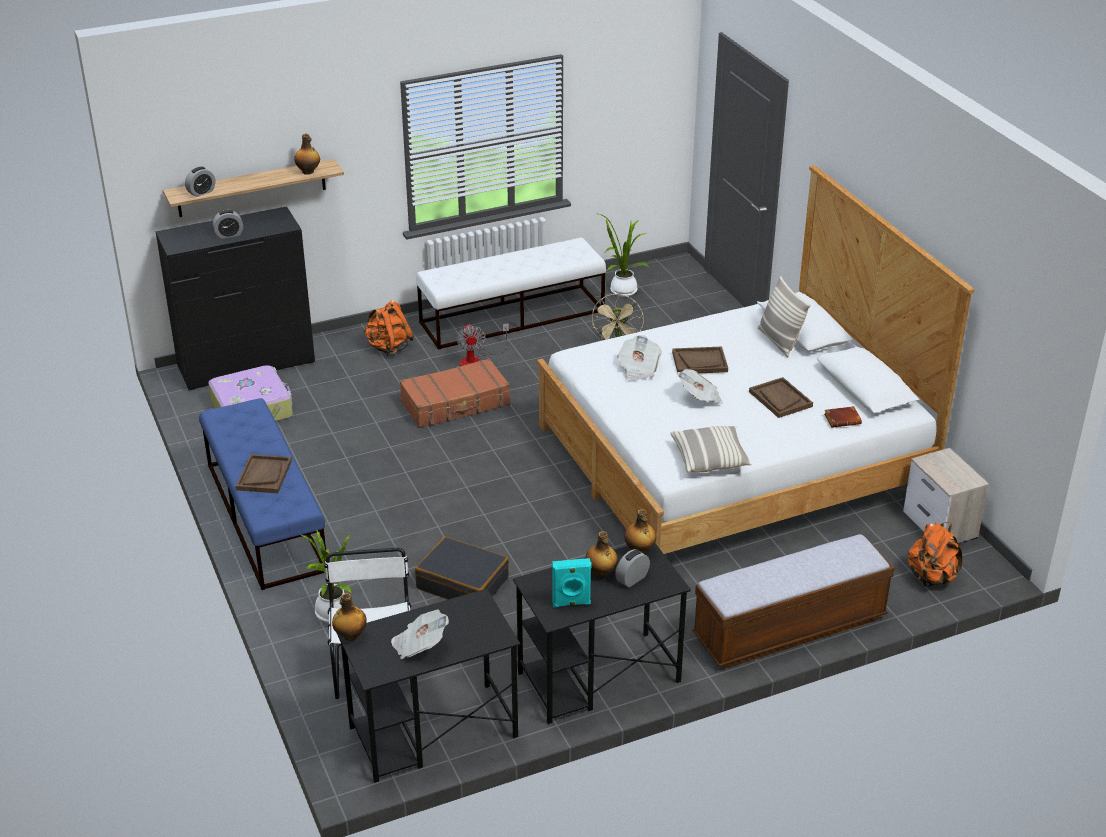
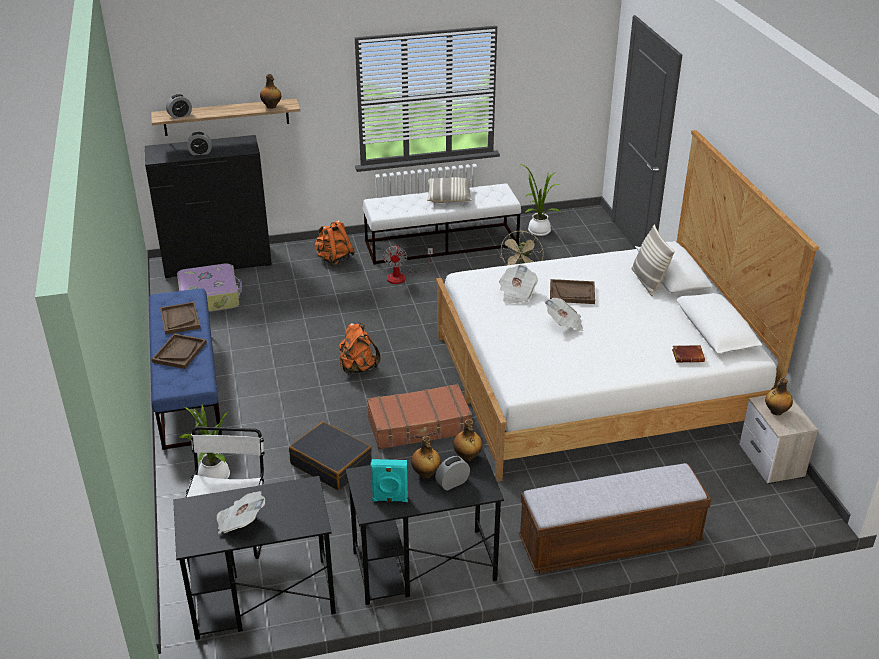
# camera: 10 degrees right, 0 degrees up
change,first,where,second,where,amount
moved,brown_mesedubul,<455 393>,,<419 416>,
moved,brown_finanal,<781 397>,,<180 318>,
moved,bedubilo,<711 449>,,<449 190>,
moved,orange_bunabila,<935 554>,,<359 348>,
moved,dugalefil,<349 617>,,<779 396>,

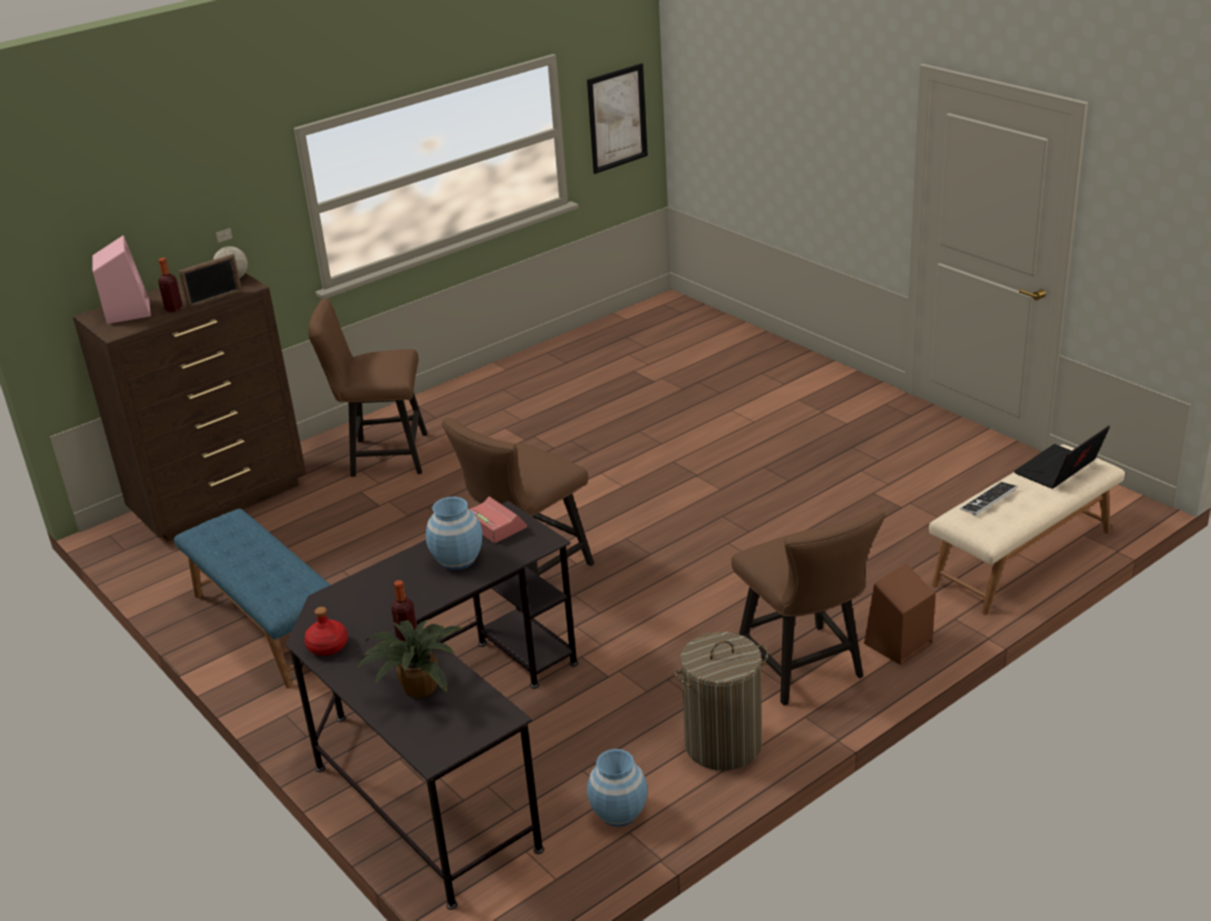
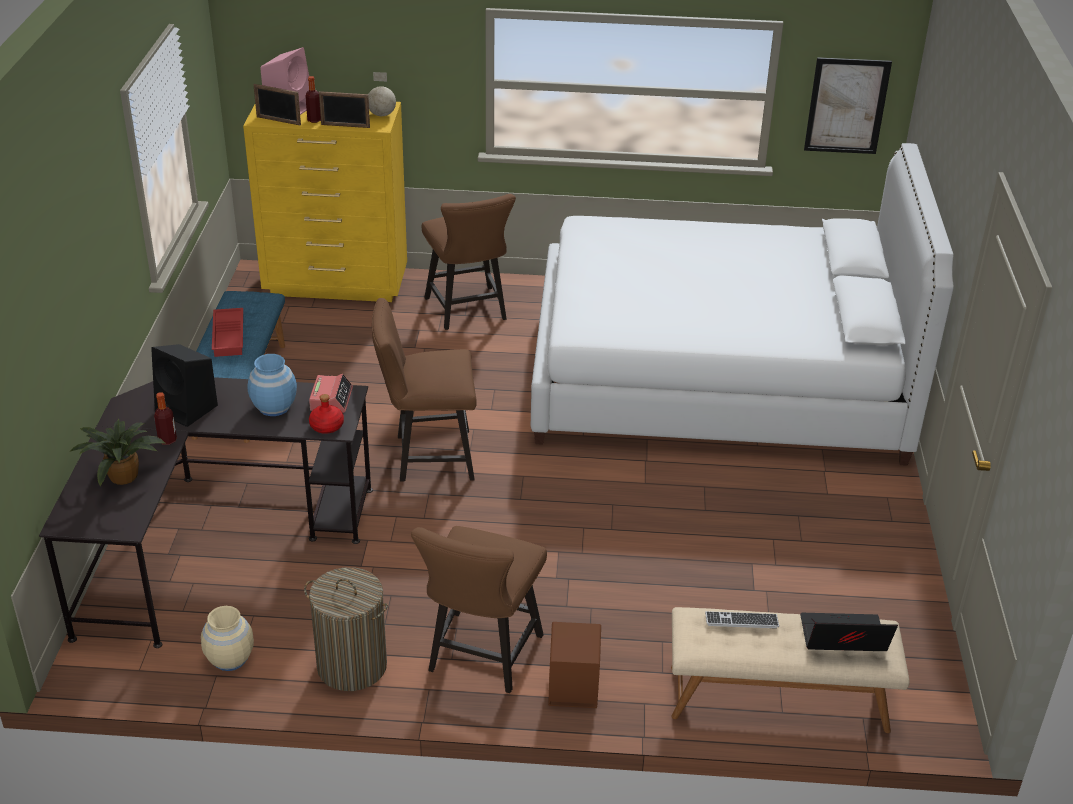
# camera: 40 degrees right, 5 degrees up
change,first,where,second,where,amount
recoloured,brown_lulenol,<189 407>,yellow_lulenol,<325 202>,
turned,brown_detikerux,<368 388>,,<469 262>,150 degrees counterclockwise
moved,red_dugalefil,<326 631>,,<326 414>,
recoloured,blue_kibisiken,<617 788>,beige_kibisiken,<227 638>,
added,,,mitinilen,<277 104>,
added,,,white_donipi,<742 304>,
added,,,red_finanal,<227 332>,
added,,,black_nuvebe,<184 385>,

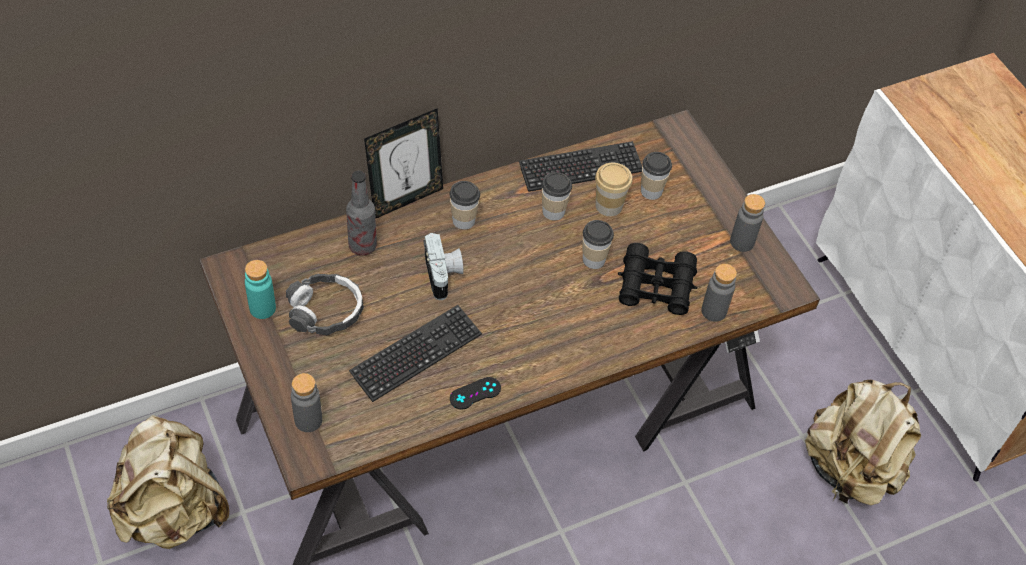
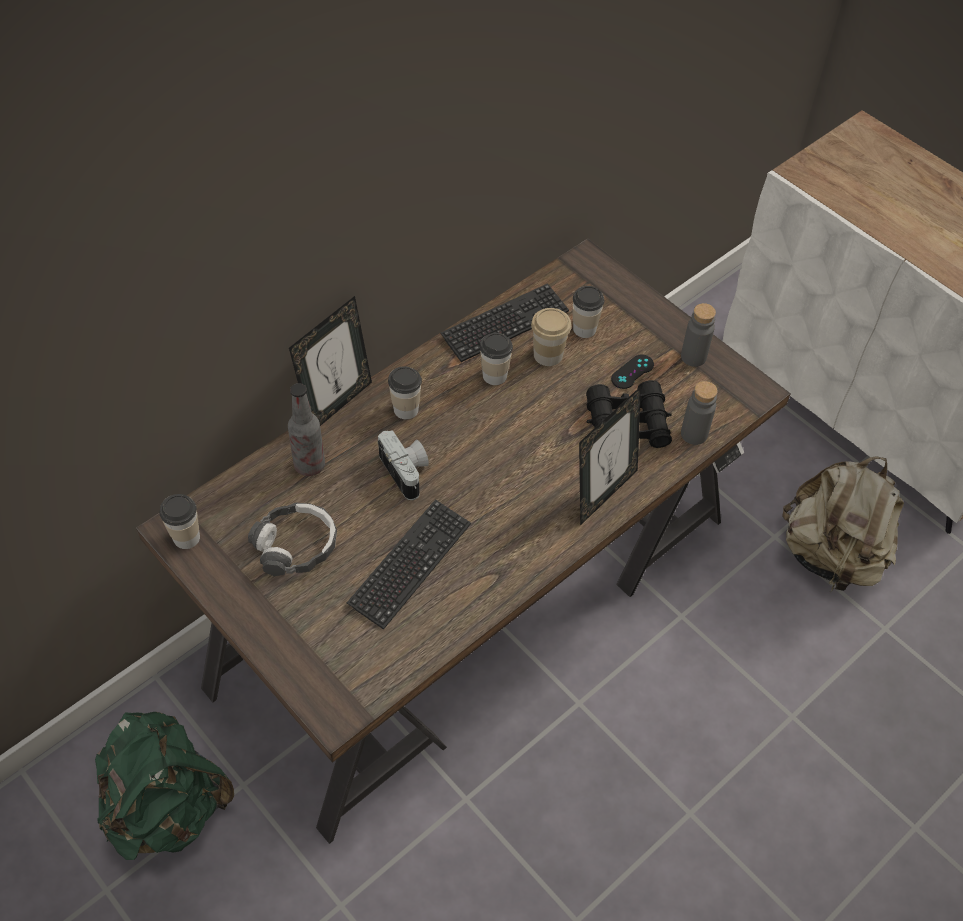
# camera: 15 degrees left, 0 degrees up
change,first,where,second,where,amount
moved,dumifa,<598 244>,,<180 521>,
removed,turquoise_dugalefil,<260 289>,,,
removed,grey_dugalefil,<306 402>,,,
moved,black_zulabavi,<475 393>,,<632 372>,
recoloured,beige_bunabila,<168 482>,green_bunabila,<164 786>,
added,,,mitinilen,<610 455>,

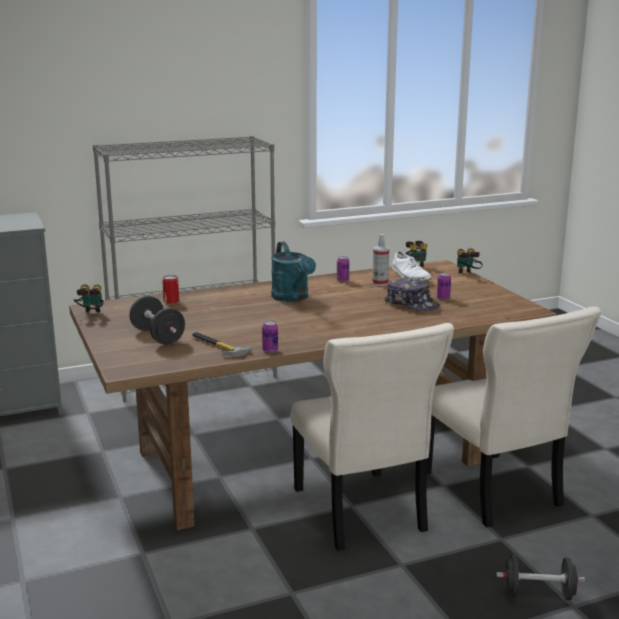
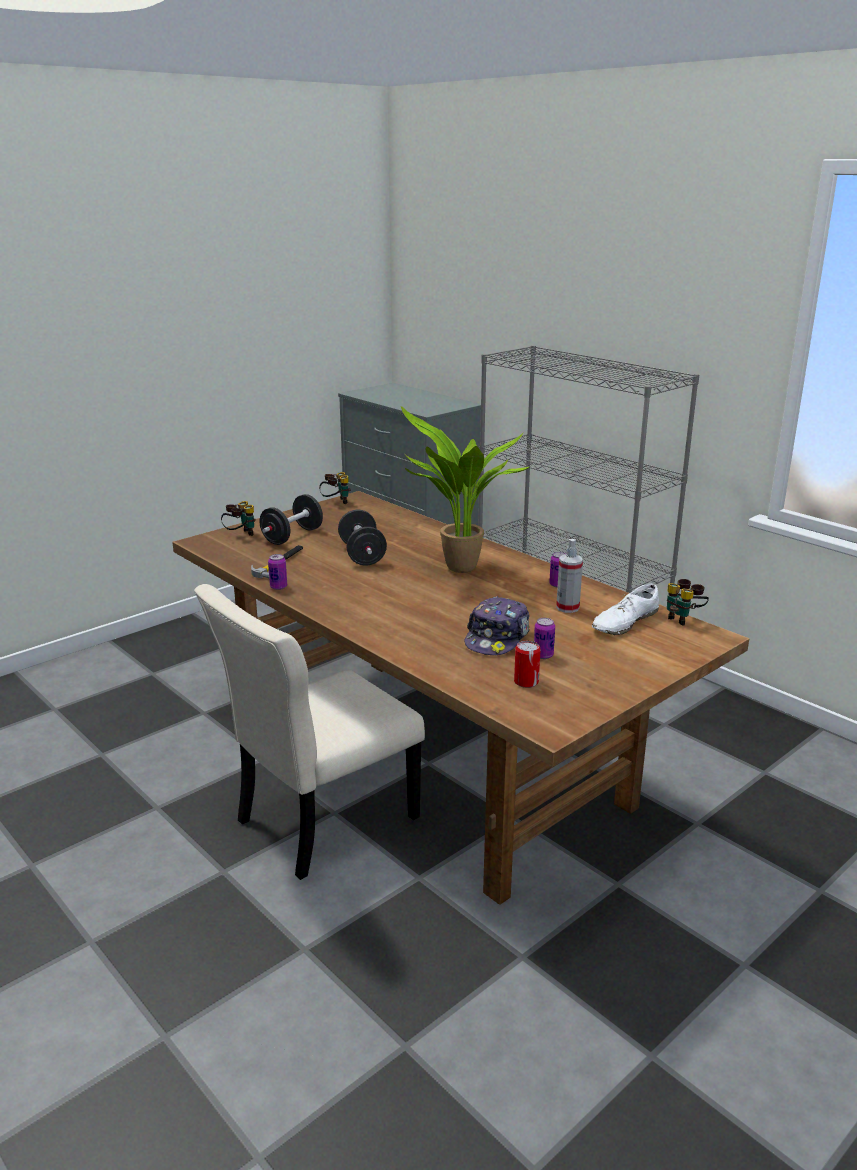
# camera: 70 degrees right, 5 degrees up
change,first,where,second,where,amount
replaced,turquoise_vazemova,<293 272>,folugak,<466 489>,
moved,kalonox,<470 261>,,<238 518>,
moved,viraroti,<170 289>,,<527 664>,
removed,beige_detikerux,<514 416>,,,
moved,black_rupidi,<541 577>,,<362 537>,

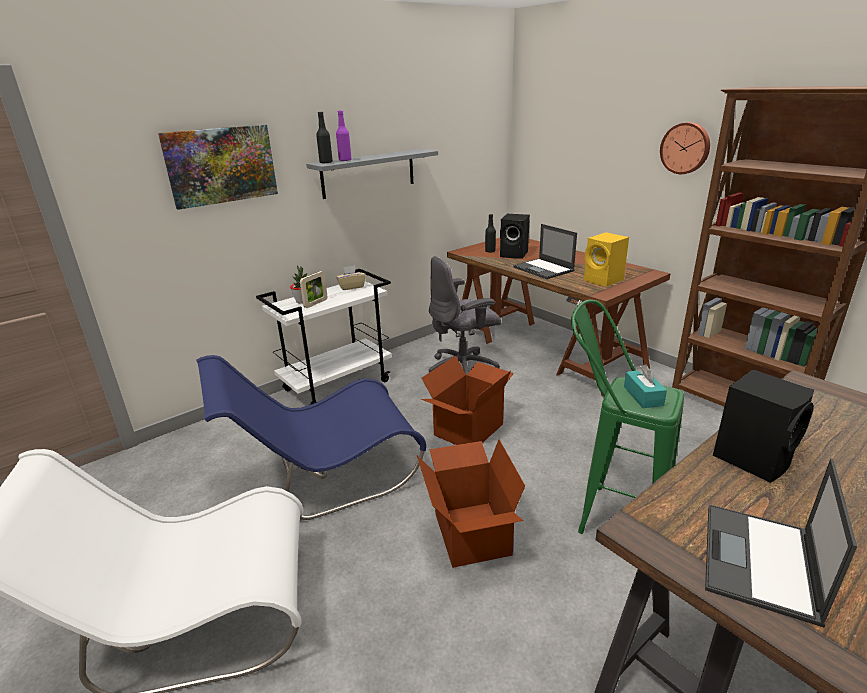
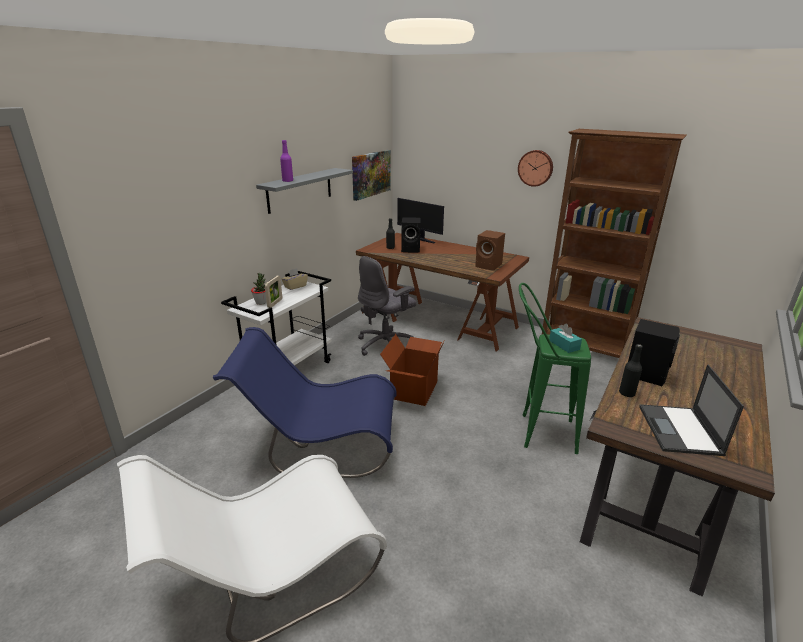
# camera: 20 degrees left, 0 degrees up
change,first,where,second,where,amount
moved,black_dugalefil,<324 137>,,<631 370>,
moved,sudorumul,<218 167>,,<371 175>,
removed,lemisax,<545 251>,,,
recoloured,yellow_nuvebe,<606 259>,brown_nuvebe,<490 250>,
turned,blue_detikerux,<311 437>,,<305 402>,45 degrees clockwise
removed,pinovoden,<471 503>,,,
added,,,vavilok,<420 220>,

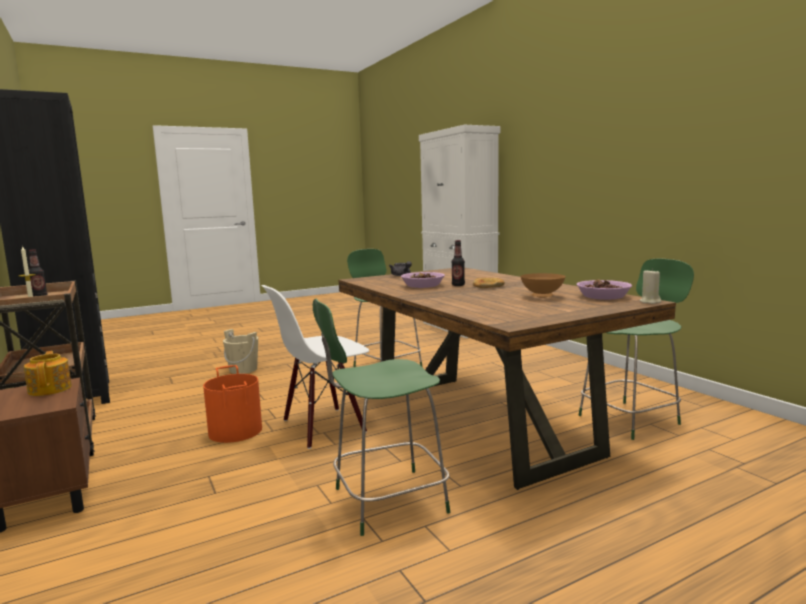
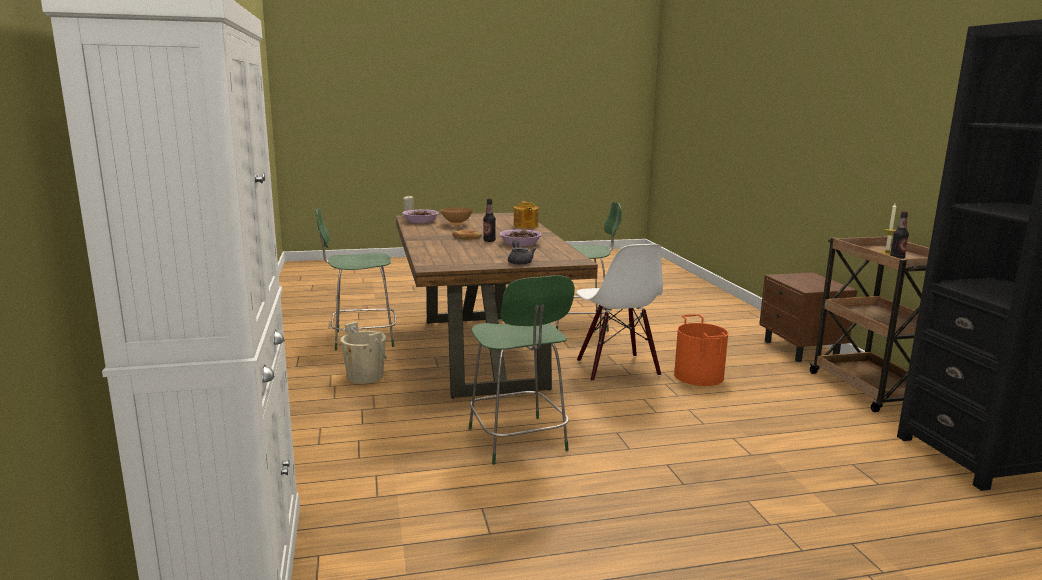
# camera: 165 degrees left, 5 degrees up
change,first,where,second,where,amount
turned,white_detikerux,<315 367>,,<619 313>,90 degrees clockwise
moved,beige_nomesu,<240 351>,,<363 353>,
moved,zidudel,<48 373>,,<526 214>,

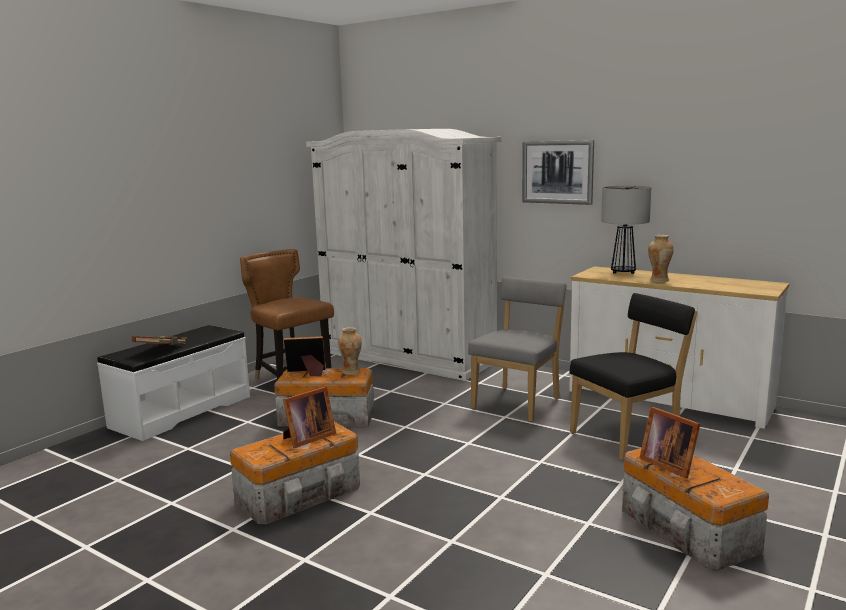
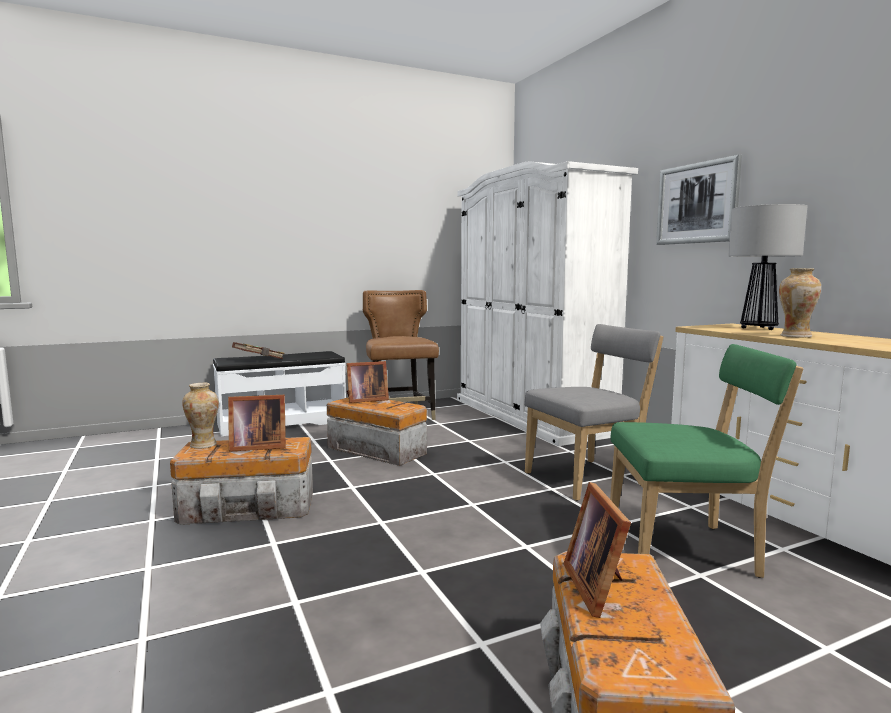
# camera: 30 degrees right, 5 degrees down
change,first,where,second,where,amount
recoloured,black_detikerux,<633 376>,green_detikerux,<706 461>,
moved,kibisiken,<350 351>,,<200 416>,
turned,mitinilen,<305 356>,,<368 382>,135 degrees clockwise

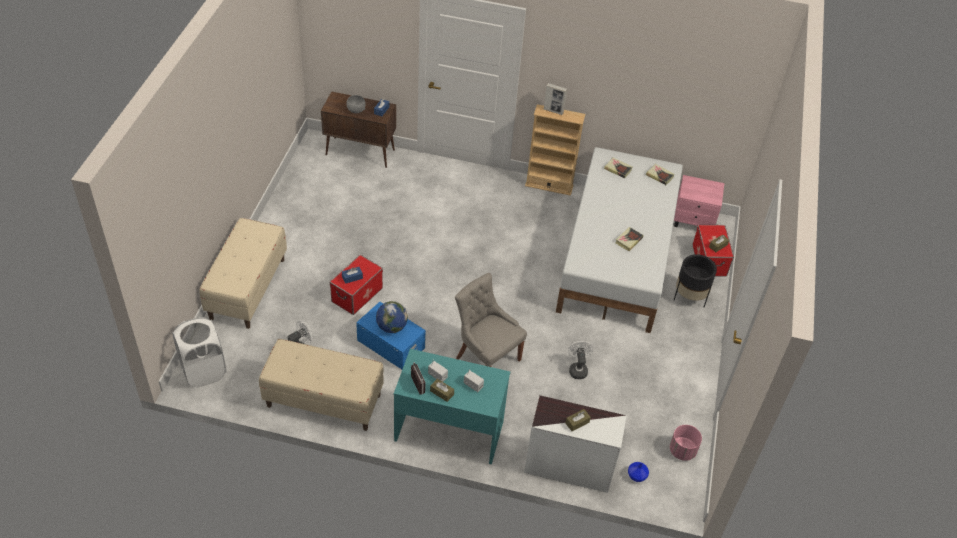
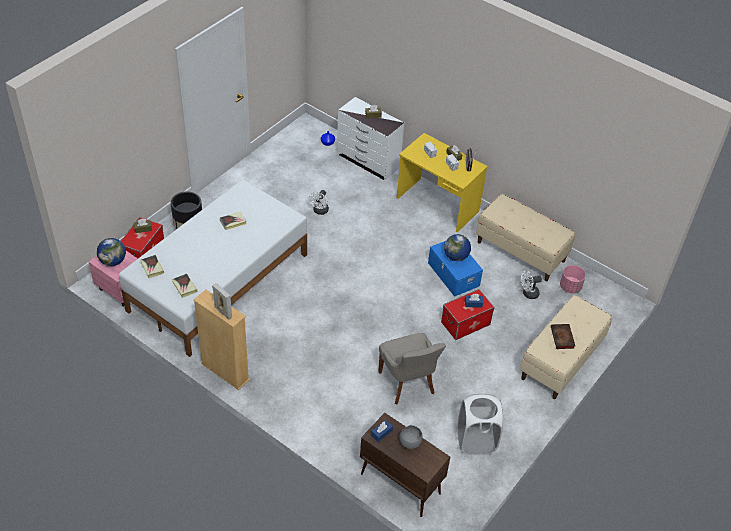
# camera: 155 degrees left, 0 degrees up
change,first,where,second,where,amount
moved,grey_detikerux,<491 320>,,<412 368>,
moved,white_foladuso,<199 352>,,<481 424>,
recoloured,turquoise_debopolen,<452 406>,yellow_debopolen,<442 183>,
moved,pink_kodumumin,<686 443>,,<573 279>,
added,,,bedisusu,<111 252>,
added,,,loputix,<563 336>,

